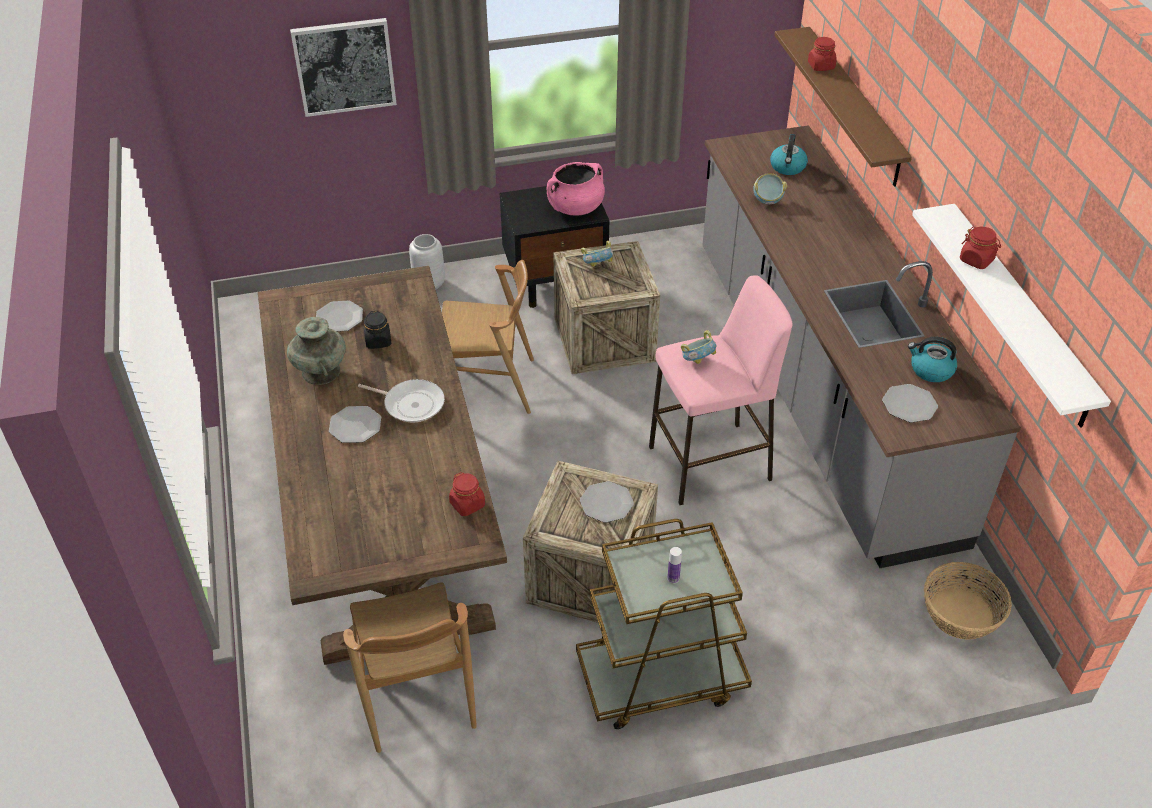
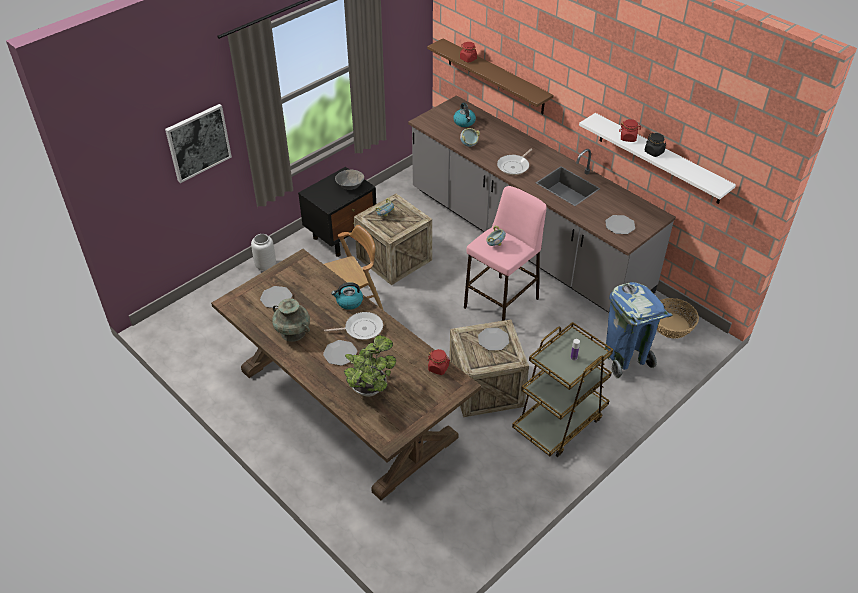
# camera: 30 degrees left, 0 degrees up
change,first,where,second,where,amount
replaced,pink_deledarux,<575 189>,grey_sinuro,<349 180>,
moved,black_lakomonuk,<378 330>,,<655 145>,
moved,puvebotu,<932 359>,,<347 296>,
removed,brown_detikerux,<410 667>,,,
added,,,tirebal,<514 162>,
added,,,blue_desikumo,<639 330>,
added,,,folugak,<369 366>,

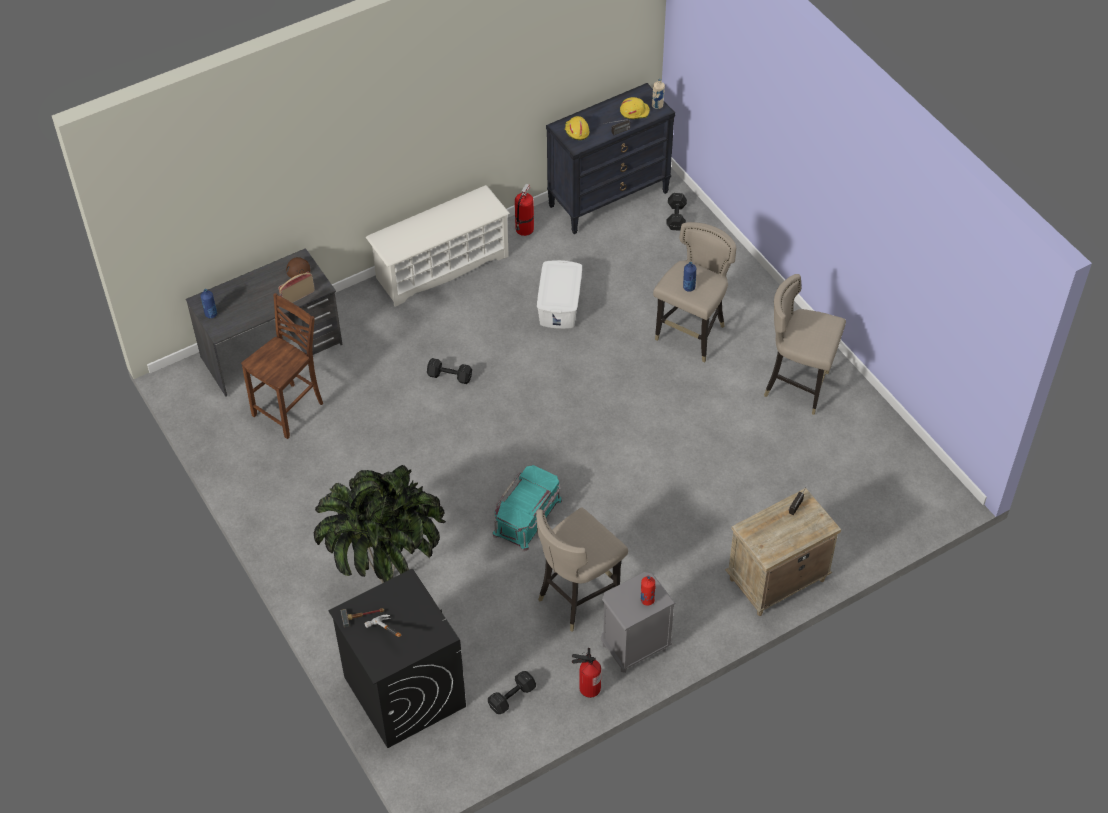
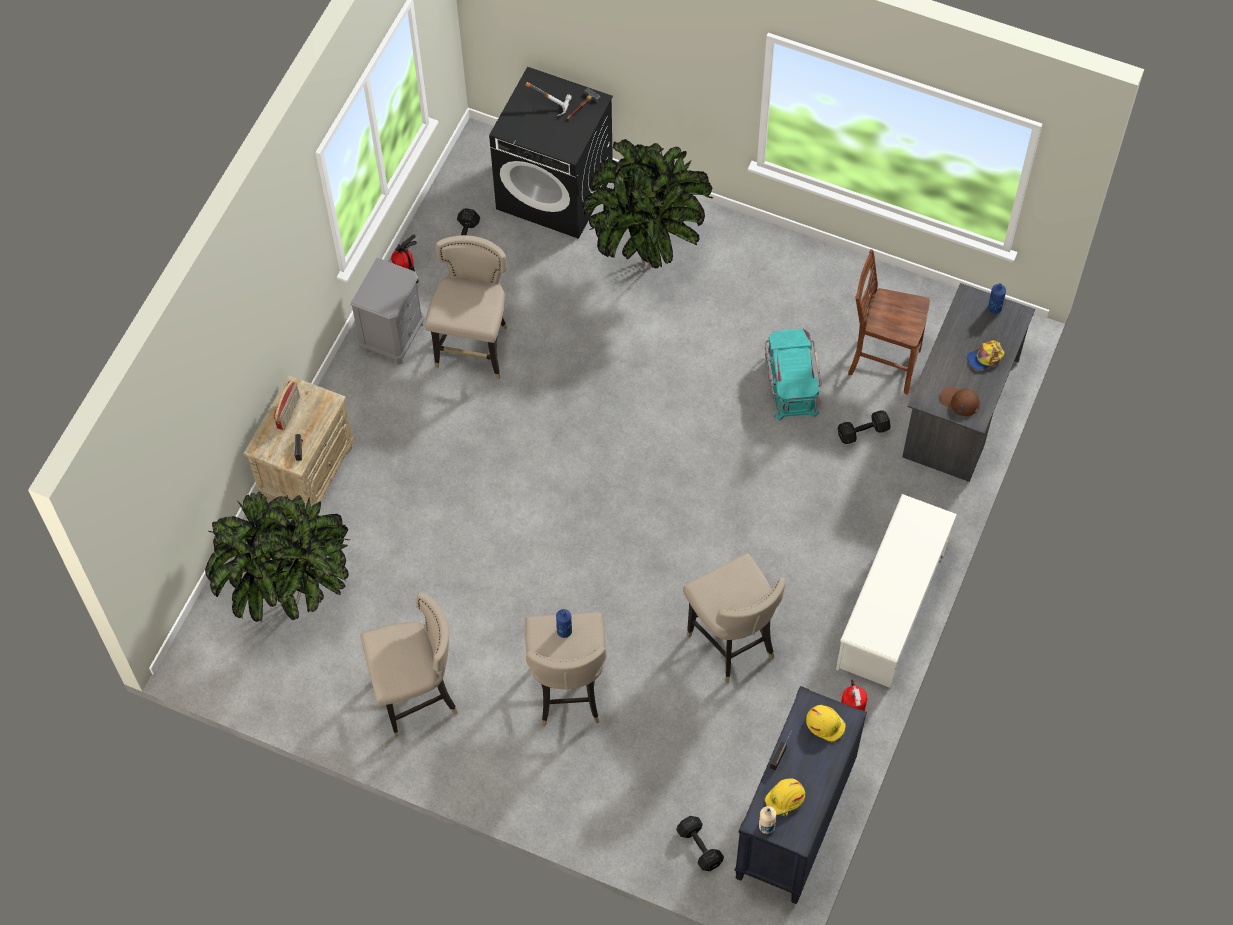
# camera: 145 degrees right, 10 degrees up
change,first,where,second,where,amount
replaced,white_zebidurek,<559 294>,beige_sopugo,<734 618>,
moved,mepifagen,<296 287>,,<287 405>,
turned,brown_detikerux,<282 366>,,<889 321>,105 degrees clockwise
moved,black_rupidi,<449 371>,,<864 427>,
moved,turquoise_zebidurek,<527 508>,,<793 375>,
removed,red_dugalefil,<648 591>,,,
added,,,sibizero,<986 355>,
added,,,folugak,<277 556>,

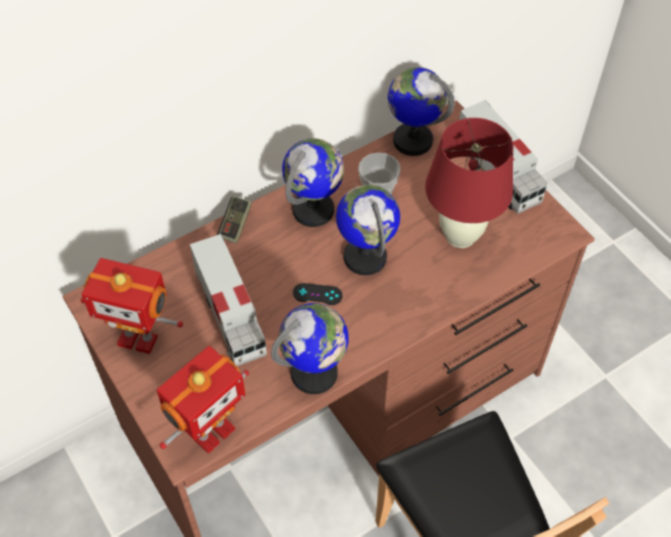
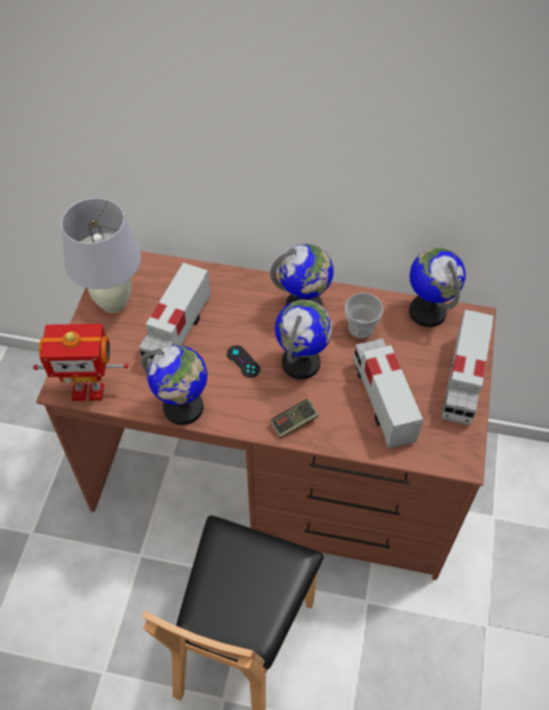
# camera: 45 degrees right, 0 degrees up
change,first,where,second,where,amount
replaced,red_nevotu,<469 183>,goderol,<388 393>,
moved,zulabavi,<234 220>,,<294 419>,
replaced,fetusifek,<132 306>,white_nevotu,<101 255>,

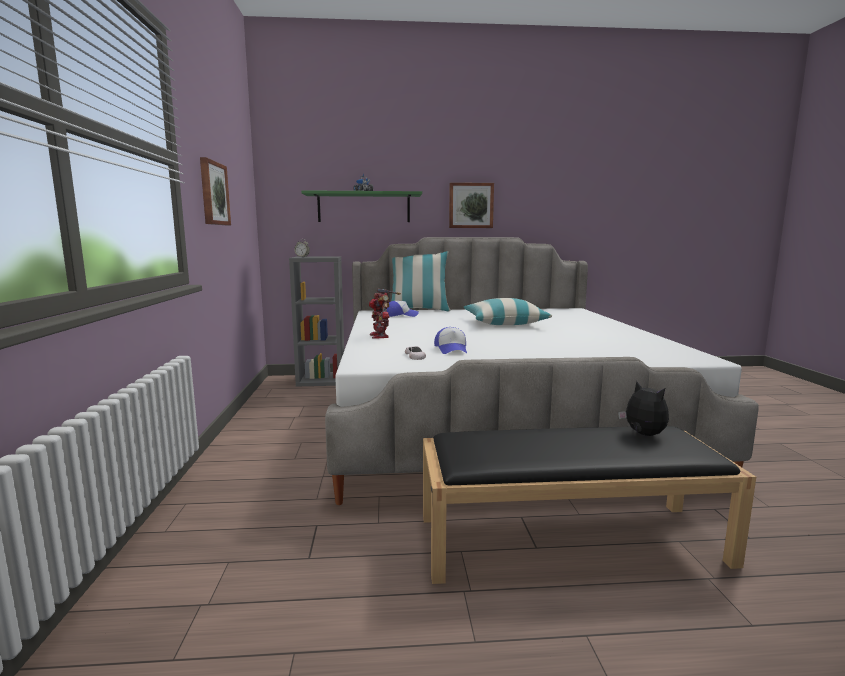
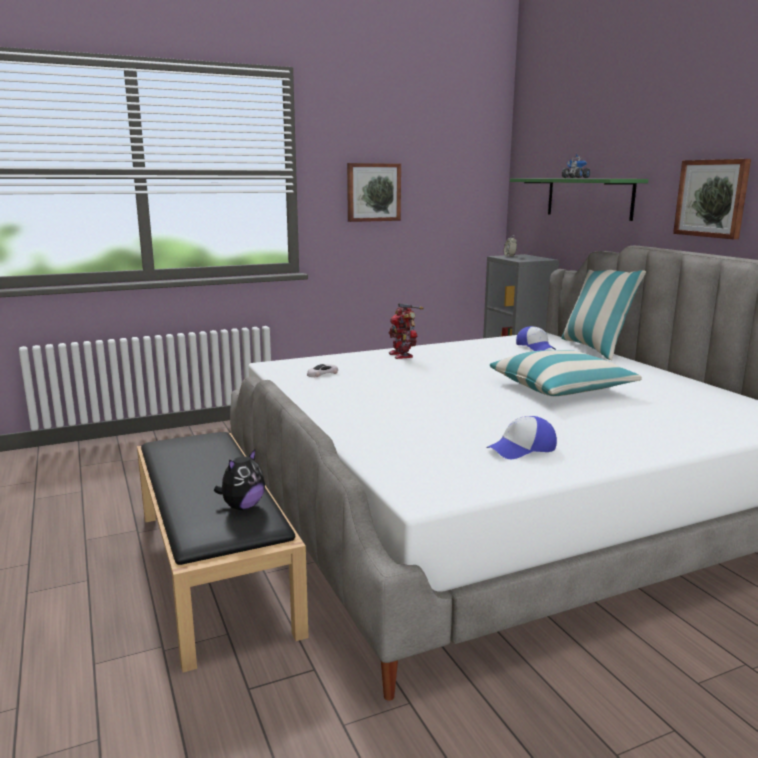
# camera: 70 degrees right, 5 degrees up
change,first,where,second,where,amount
turned,fetusifek,<385 313>,,<406 331>,75 degrees counterclockwise
moved,sibizero,<450 340>,,<522 437>,

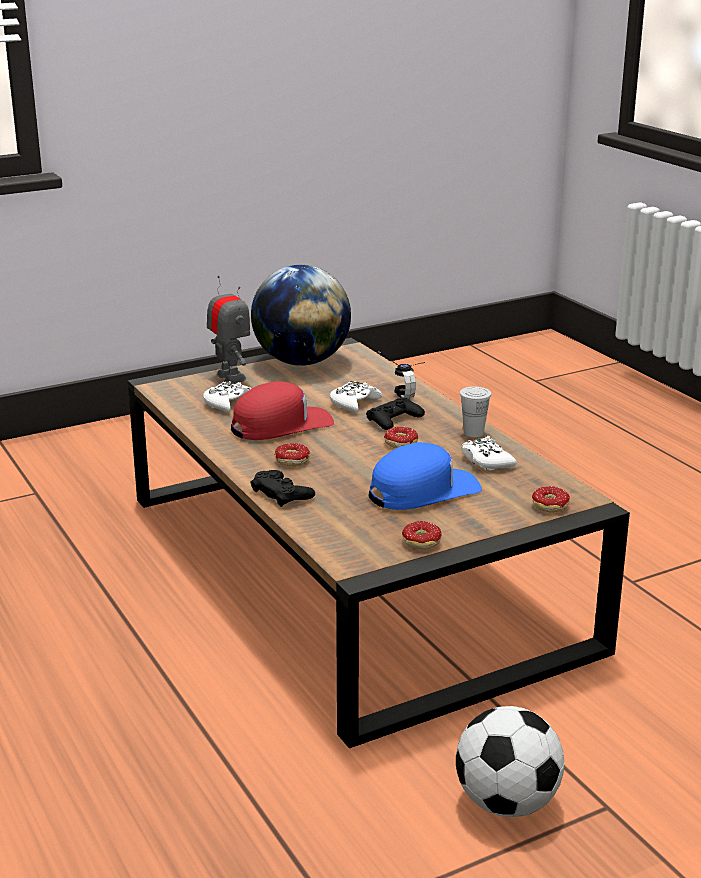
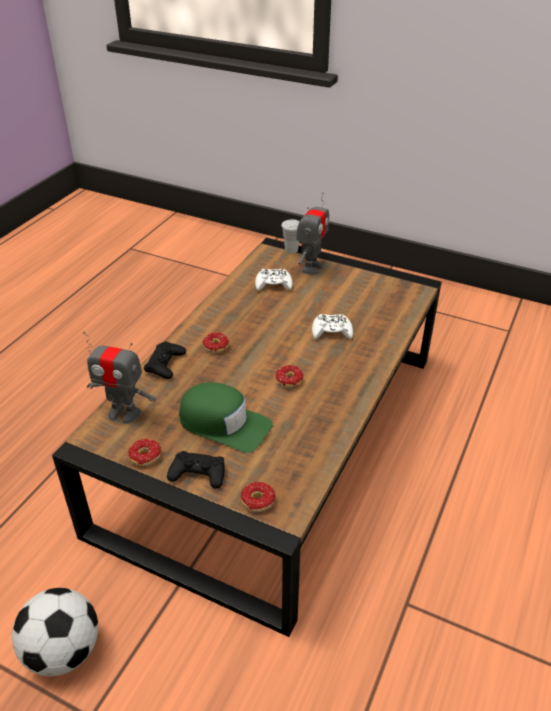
# camera: 55 degrees right, 15 degrees up
change,first,where,second,where,amount
removed,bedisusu,<301 315>,,,
removed,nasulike,<401 374>,,,
removed,red_sibizero,<282 410>,,,
moved,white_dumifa,<476 412>,,<290 236>,
moved,black_zulabavi,<395 414>,,<196 470>,
removed,white_zulabavi,<489 453>,,,
recoloured,blue_sibizero,<425 476>,green_sibizero,<226 417>,
added,,,fetusifek,<119 378>,

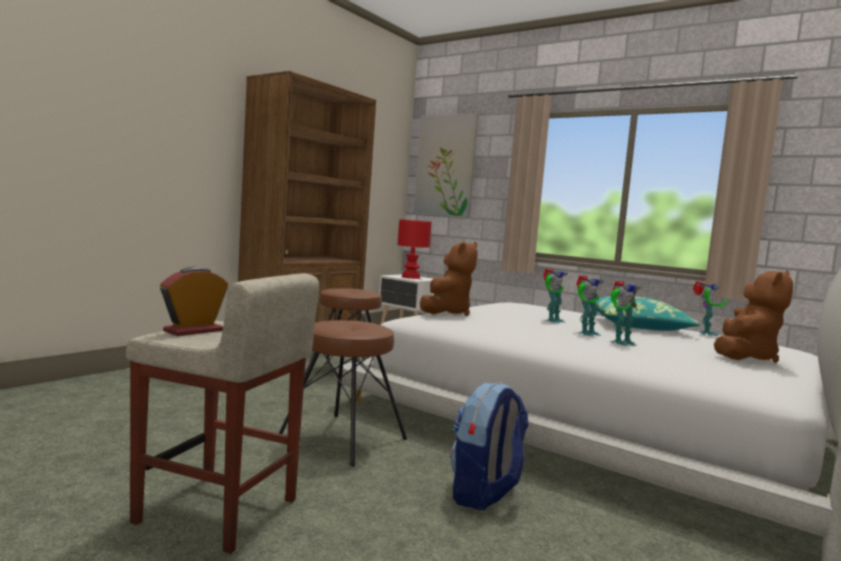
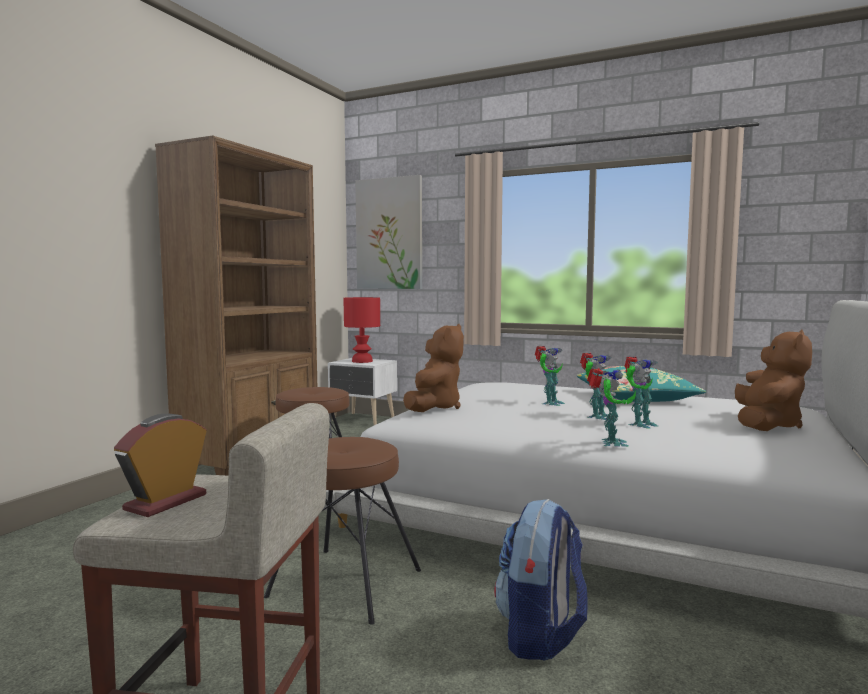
# camera: 10 degrees left, 0 degrees up
change,first,where,second,where,amount
moved,fetusifek,<710 308>,,<611 407>,

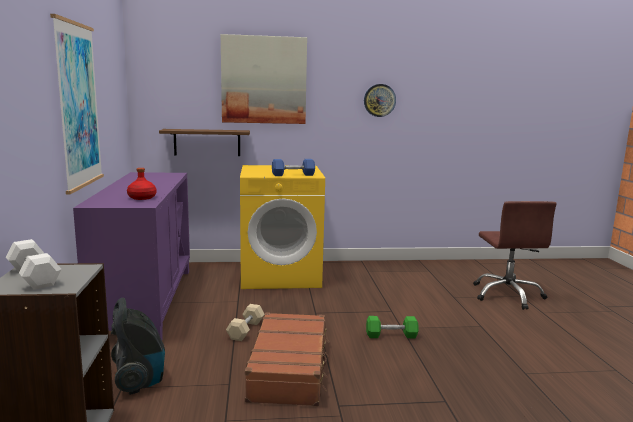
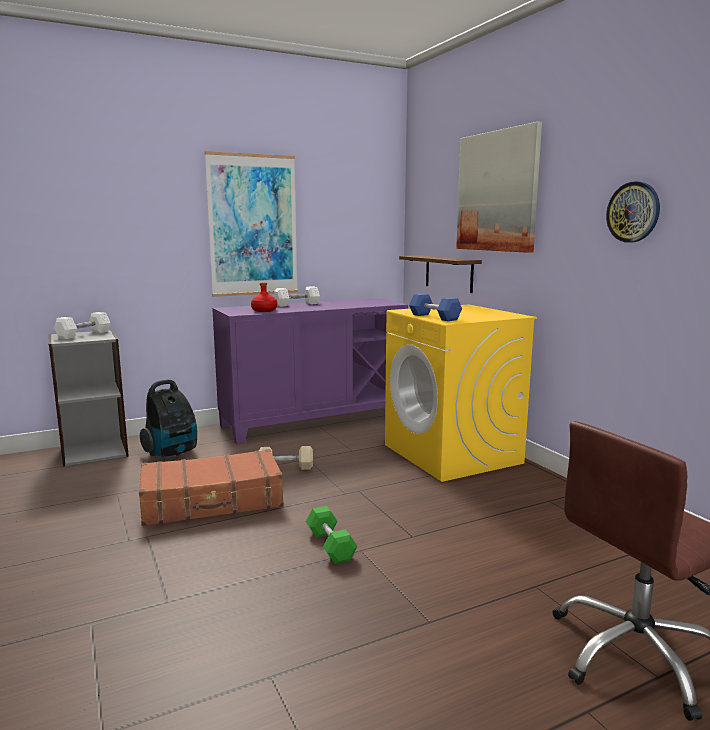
# camera: 70 degrees right, 0 degrees up
change,first,where,second,where,amount
added,,,white_rupidi,<297 296>,

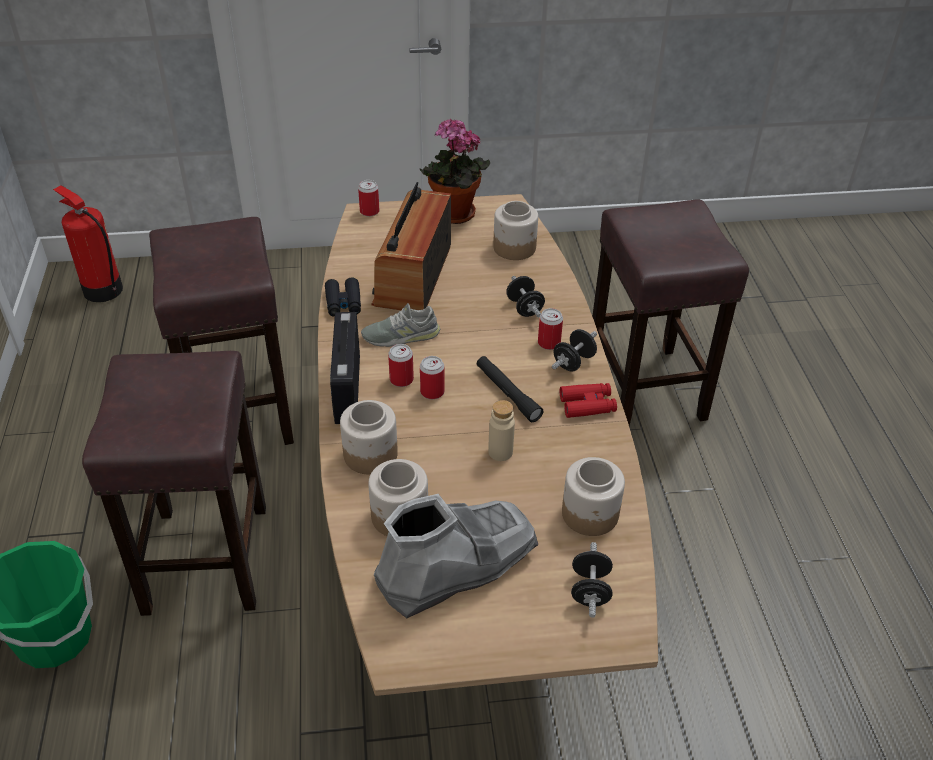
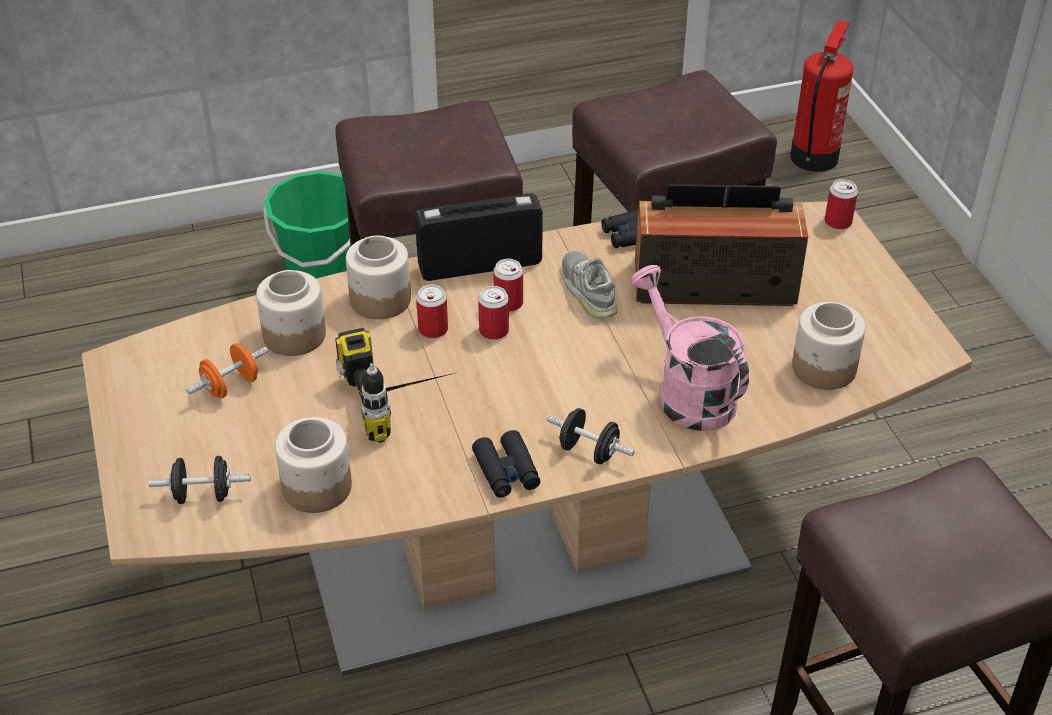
# camera: 80 degrees right, 0 degrees up
change,first,where,second,where,amount
removed,folugak,<455 171>,,,
replaced,black_rupidi,<525 296>,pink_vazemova,<690 348>,
moved,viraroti,<550 329>,,<432 311>,
removed,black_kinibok,<510 389>,,,
recoloured,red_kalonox,<588 400>,black_kalonox,<506 464>,
replaced,beige_dugalefil,<501 430>,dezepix,<394 385>,
replaced,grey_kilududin,<456 556>,orange_rupidi,<227 371>,

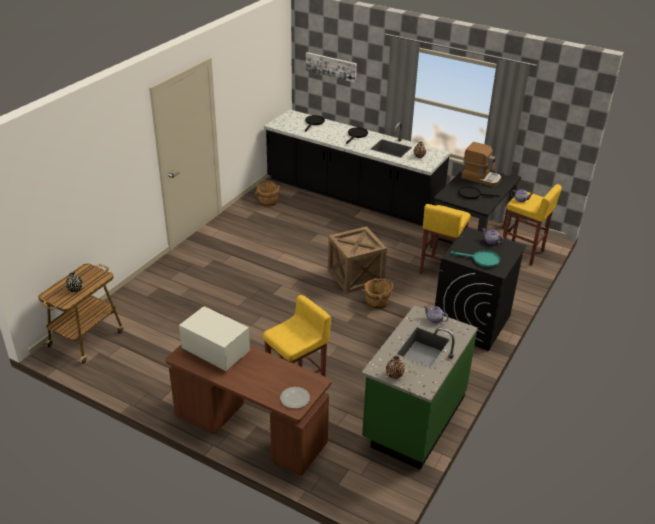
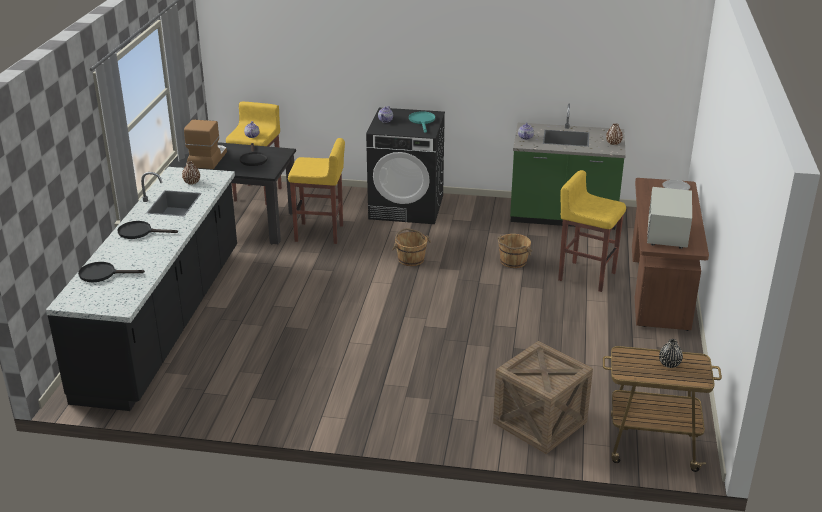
# camera: 110 degrees left, 5 degrees down
change,first,where,second,where,amount
removed,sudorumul,<331 67>,,,
moved,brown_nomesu,<268 193>,,<514 251>,
moved,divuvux,<357 260>,,<543 397>,

